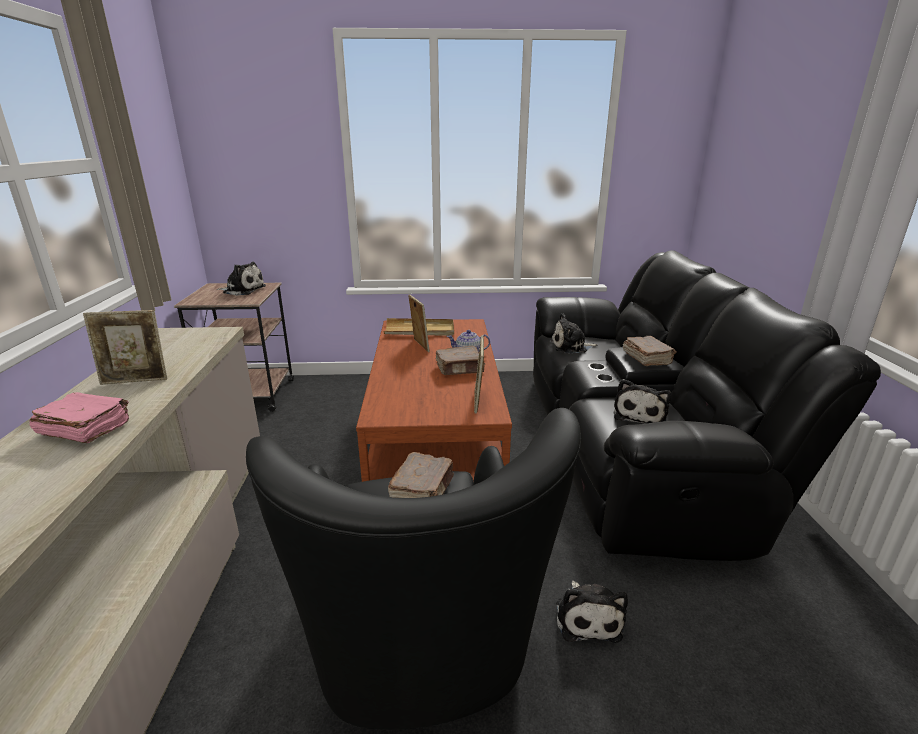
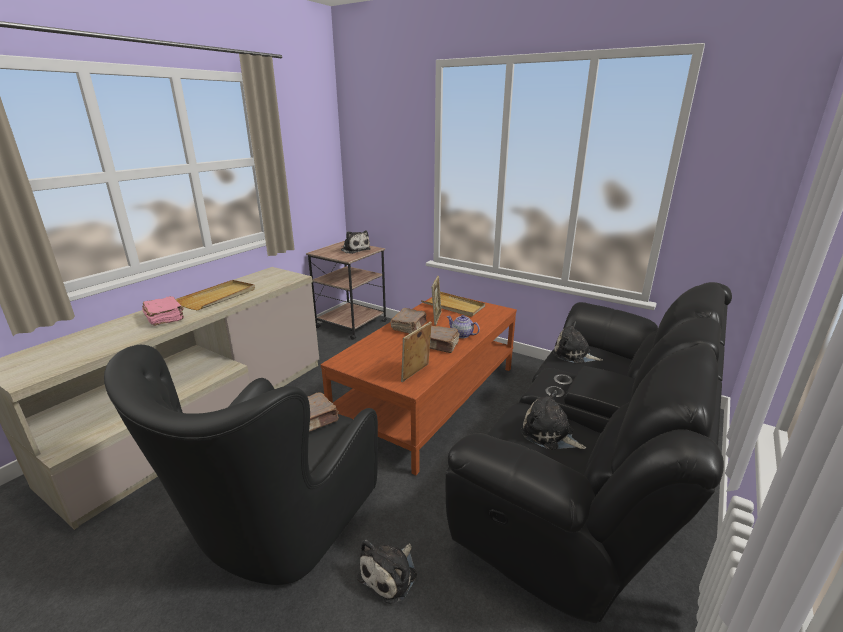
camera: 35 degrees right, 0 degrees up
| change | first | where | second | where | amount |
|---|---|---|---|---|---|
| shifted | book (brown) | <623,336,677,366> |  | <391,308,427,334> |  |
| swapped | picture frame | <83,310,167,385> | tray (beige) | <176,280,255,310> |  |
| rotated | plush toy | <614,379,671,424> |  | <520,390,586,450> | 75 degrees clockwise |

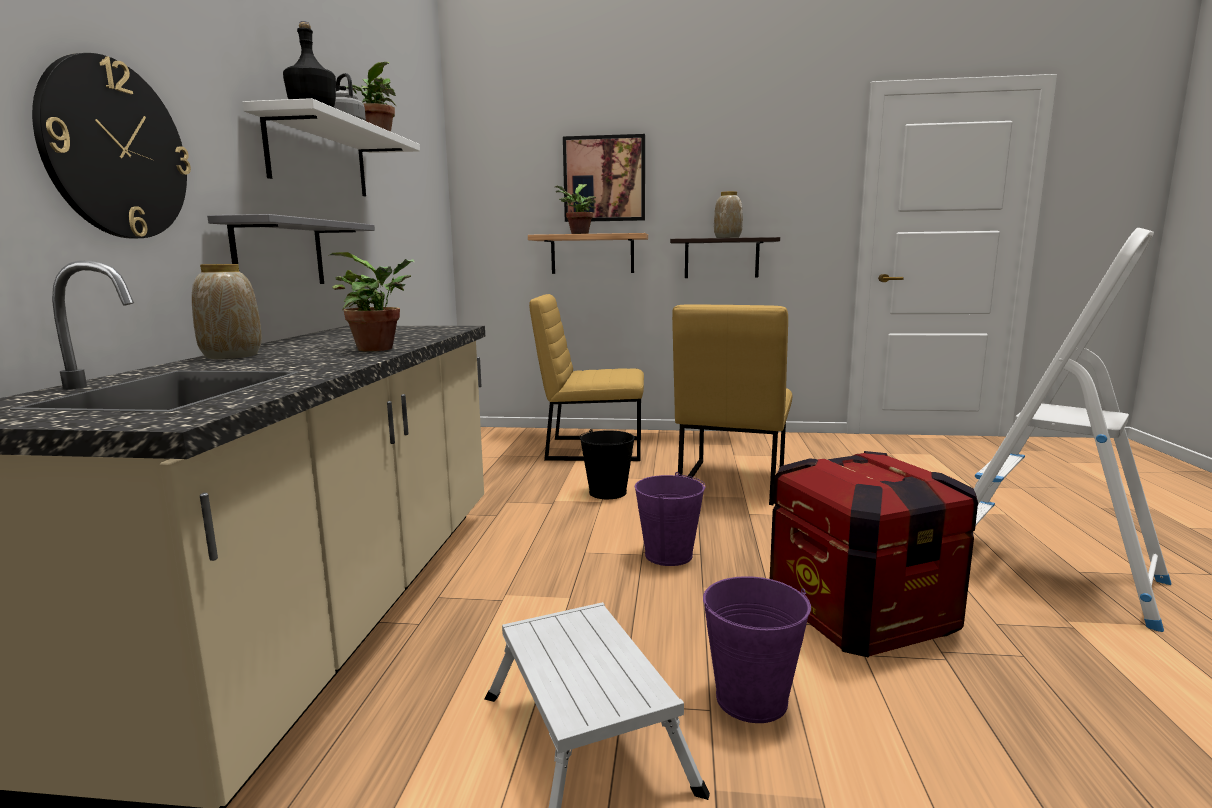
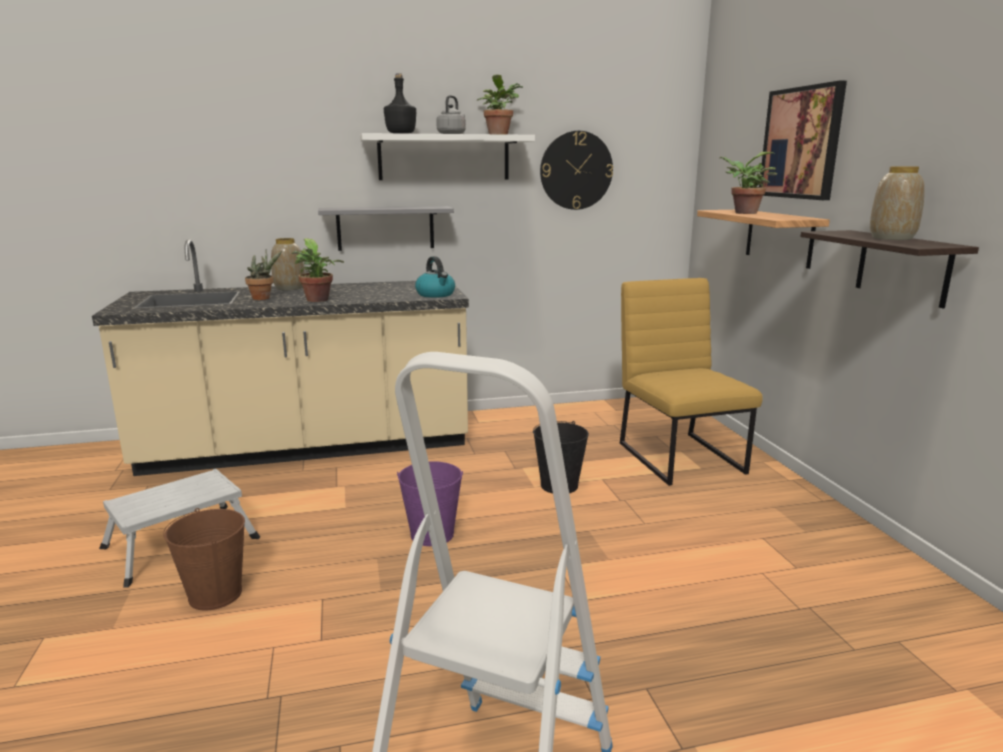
camera: 70 degrees right, 5 degrees up
| change | first | where | second | where | amount |
|---|---|---|---|---|---|
| gone | chair (yellow) | <672,304,792,505> |  |  |  |
| gone | crate | <770,451,978,657> |  |  |  |
| new |  |  | potted plant | <245,249,282,300> |  |
| new |  |  | kettle | <415,256,455,298> |  |
| shifted | wall clock | <32,53,191,238> |  | <540,131,613,210> |  |
| repainted | bucket (purple) | <703,576,811,723> | bucket (brown) | <163,508,245,611> |  |

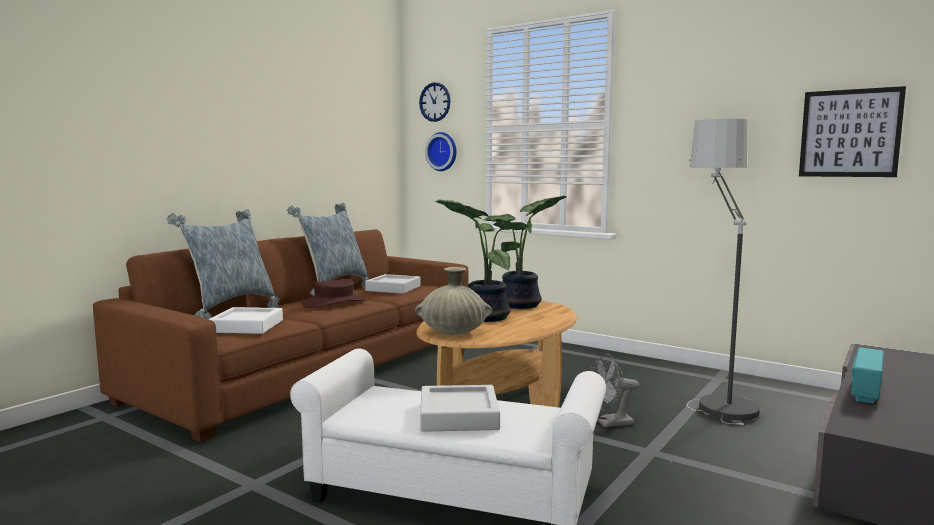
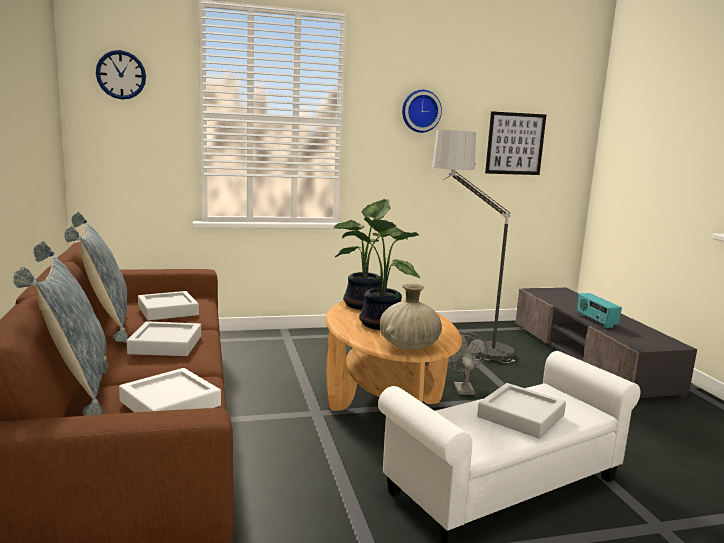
camera: 50 degrees left, 5 degrees up
| change | first | where | second | where | amount |
|---|---|---|---|---|---|
| shifted | wall clock | <425,132,457,171> |  | <402,90,442,133> |  |
| swapped | hat (brown) | <302,279,365,308> | tray (grey) | <127,321,201,356> |  |
| rotated | fan (grey) | <590,354,639,427> |  | <448,332,488,395> | 150 degrees clockwise |

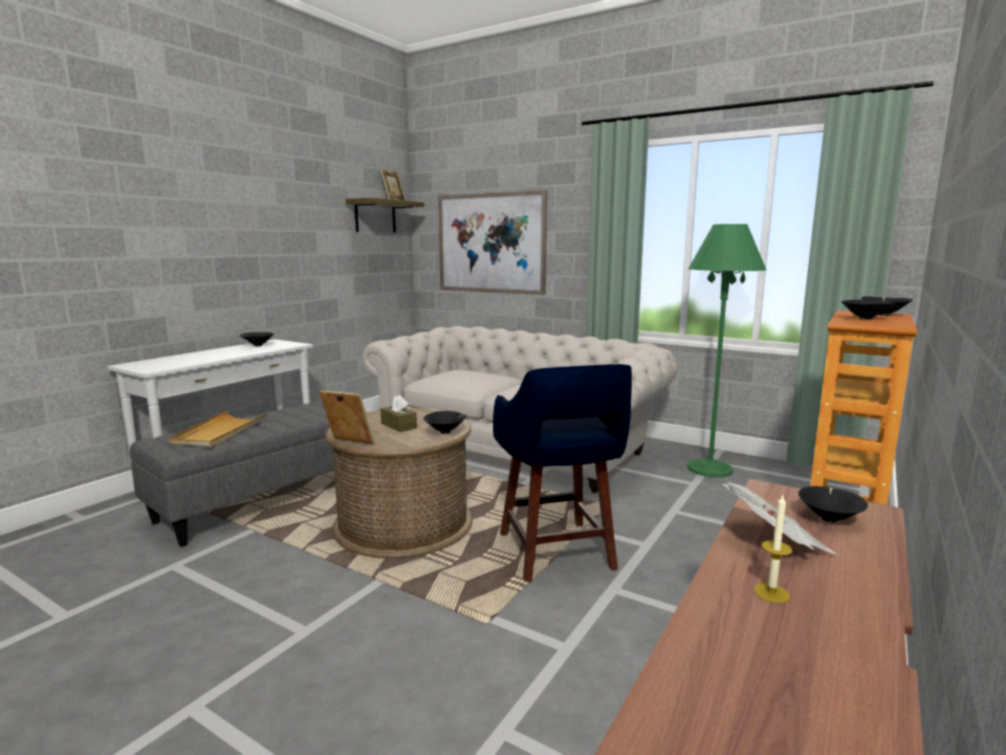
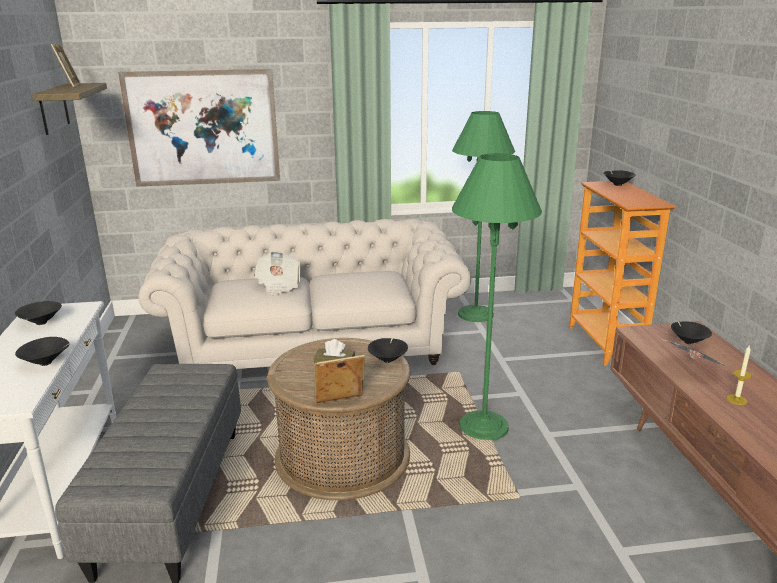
camera: 40 degrees left, 10 degrees up
| change | first | where | second | where | amount |
|---|---|---|---|---|---|
| gone | tray (beige) | <169,411,268,448> |  |  |  |
| new |  |  | newspaper | <254,251,301,295> |  |
| shifted | bowl (black) | <841,299,896,320> |  | <15,337,70,366> |  |
| swapped | stool (blue) | <493,364,632,582> | floor lamp (green) | <452,153,542,441> |  |

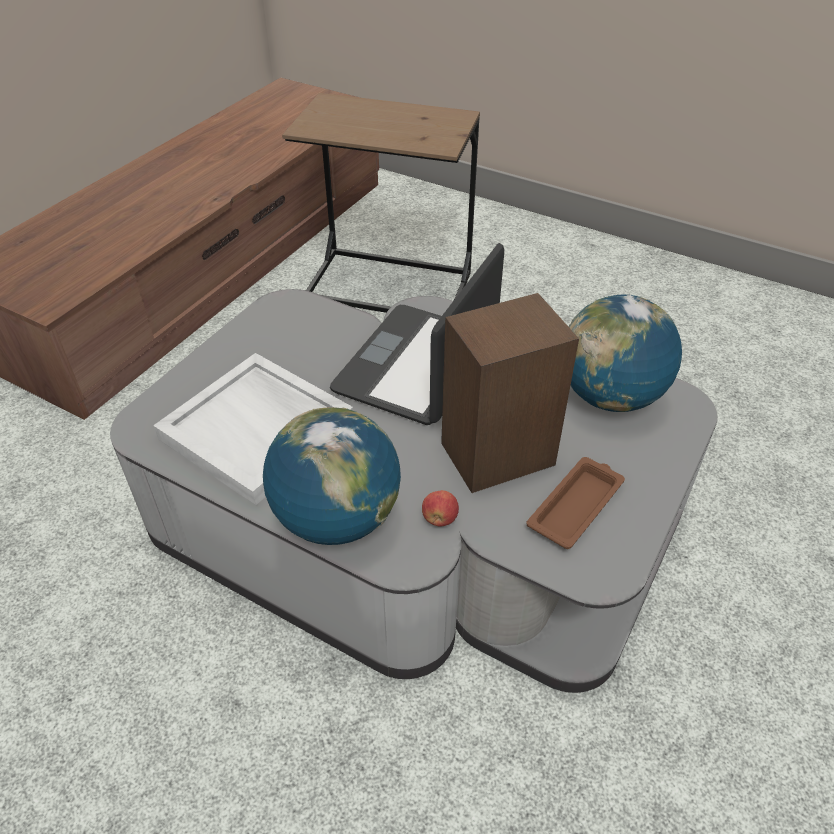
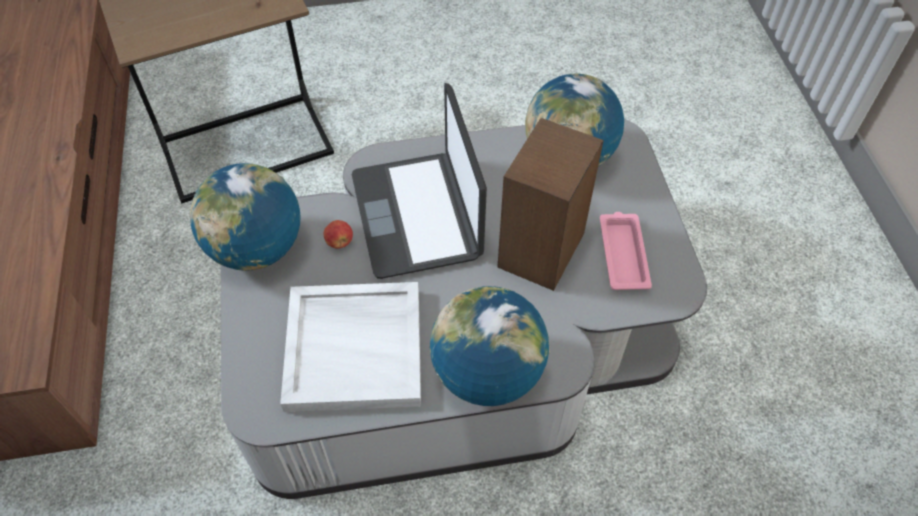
camera: 40 degrees left, 10 degrees up
| change | first | where | second | where | amount |
|---|---|---|---|---|---|
| new |  |  | globe | <189,163,300,271> |  |
| shifted | apple | <422,490,459,527> |  | <324,220,353,249> |  |
| repainted | tray (brown) | <526,457,625,549> | tray (pink) | <600,212,652,290> |  |

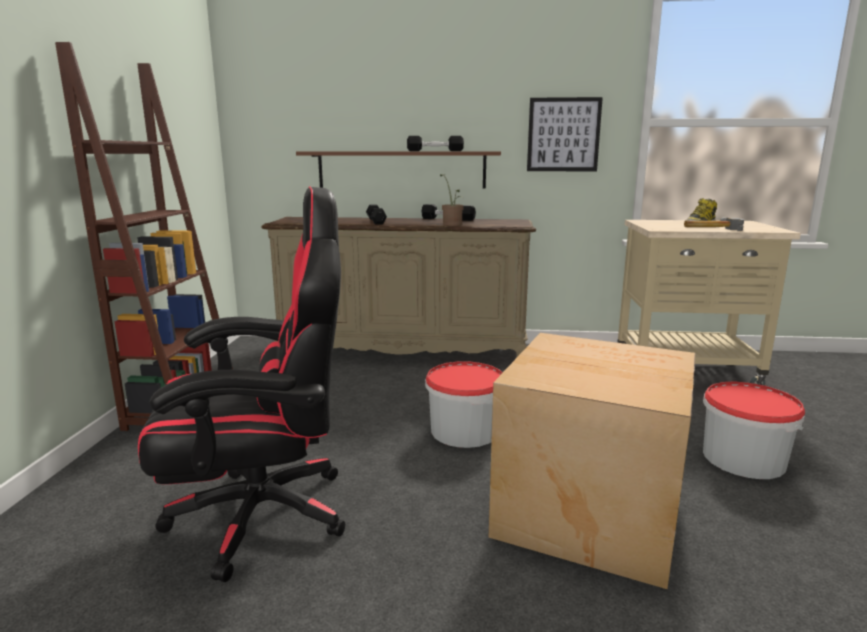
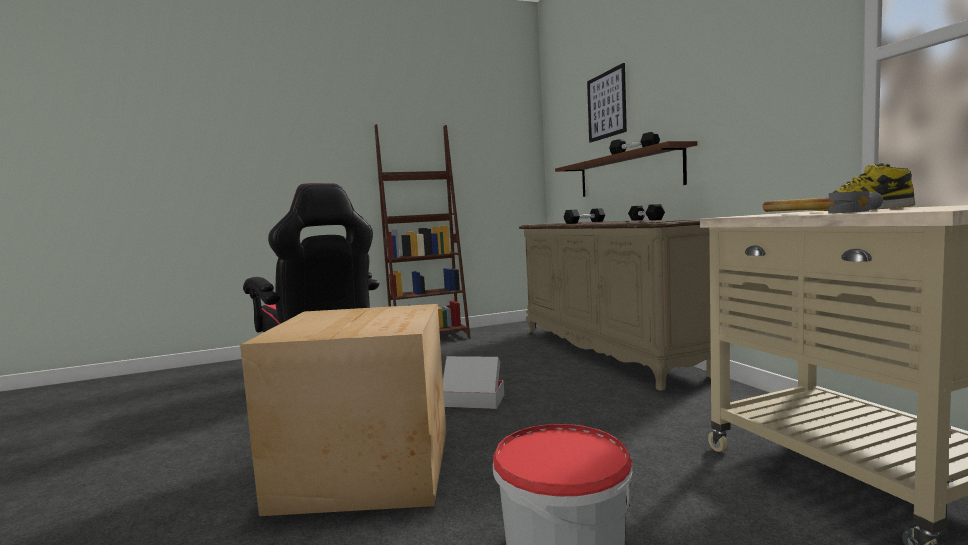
camera: 65 degrees right, 10 degrees down
| change | first | where | second | where | amount |
|---|---|---|---|---|---|
| gone | potted plant | <440,174,464,226> |  |  |  |
| shifted | picture | <527,97,603,171> |  | <587,63,627,143> |  |
| swapped | bucket | <425,361,503,448> | cardboard box | <443,356,504,409> |  |

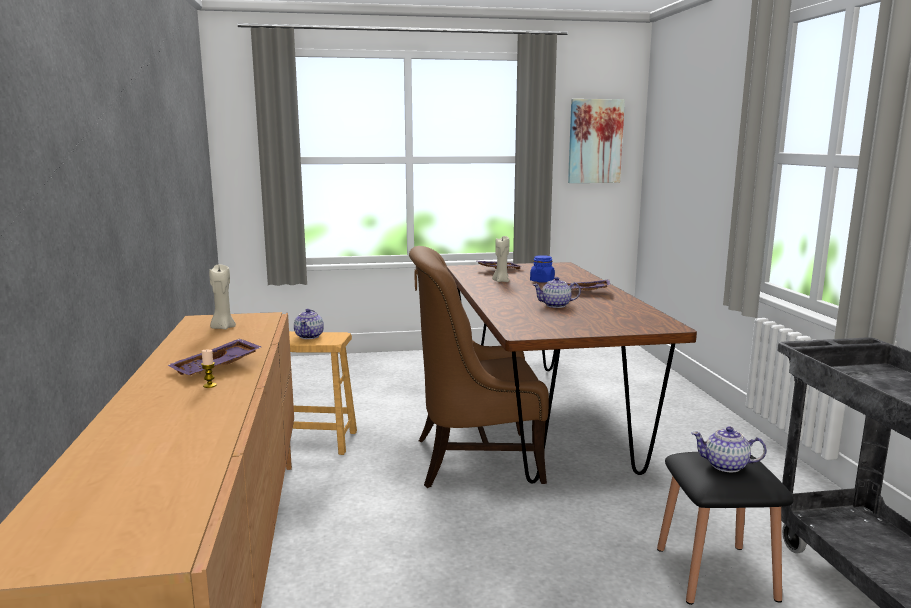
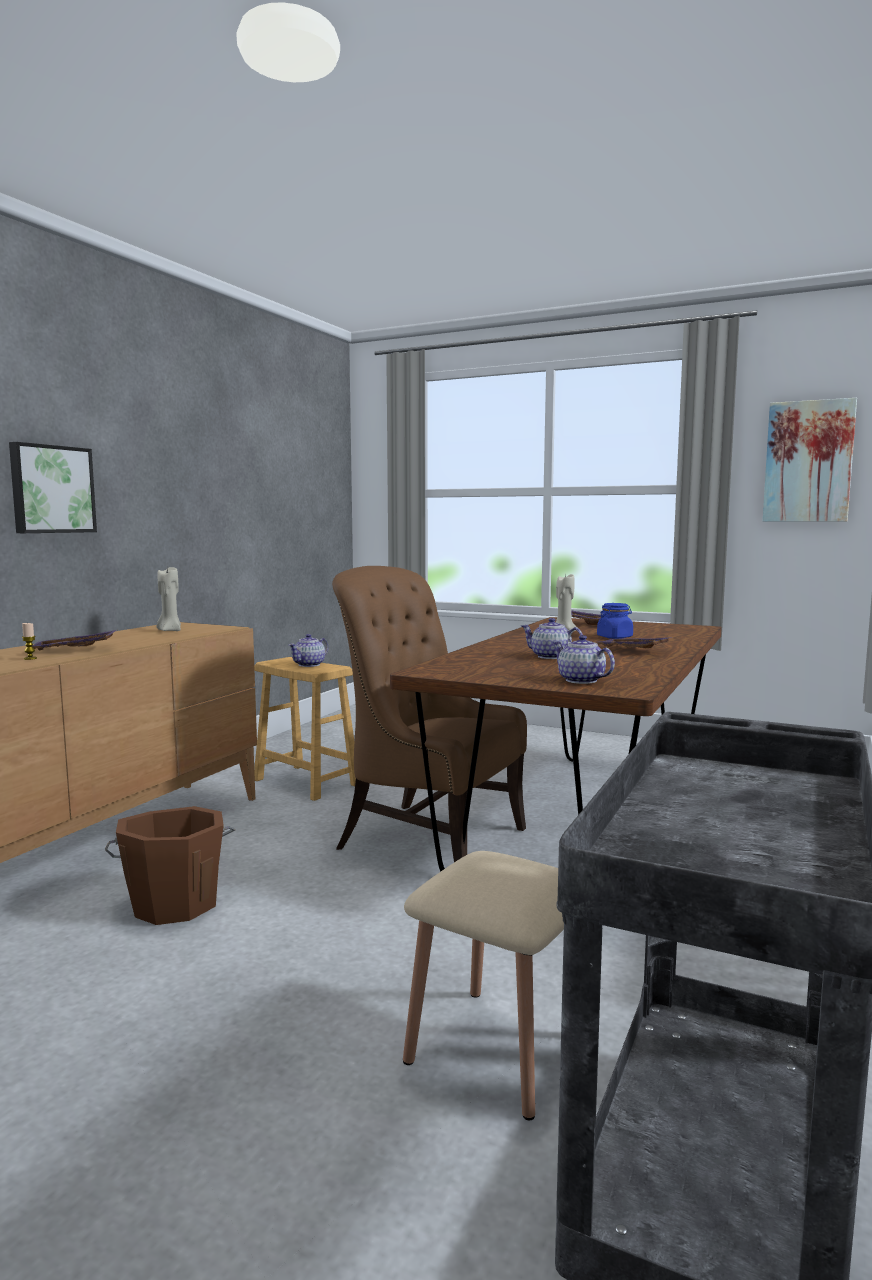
camera: 35 degrees right, 5 degrees down
| change | first | where | second | where | amount |
|---|---|---|---|---|---|
| new |  |  | picture | <9,442,97,533> |  |
| new |  |  | bucket (brown) | <105,806,235,925> |  |
| shifted | teapot | <692,426,767,472> |  | <552,635,615,684> |  |
| repainted | stool (black) | <657,452,794,605> | stool (beige) | <403,851,564,1120> |  |

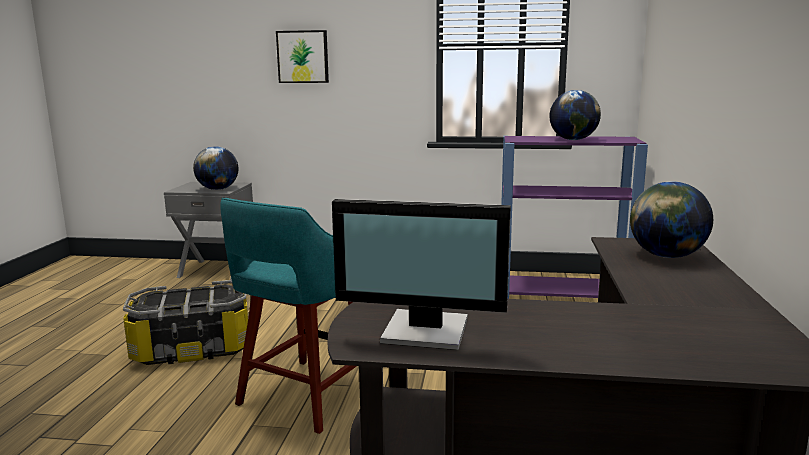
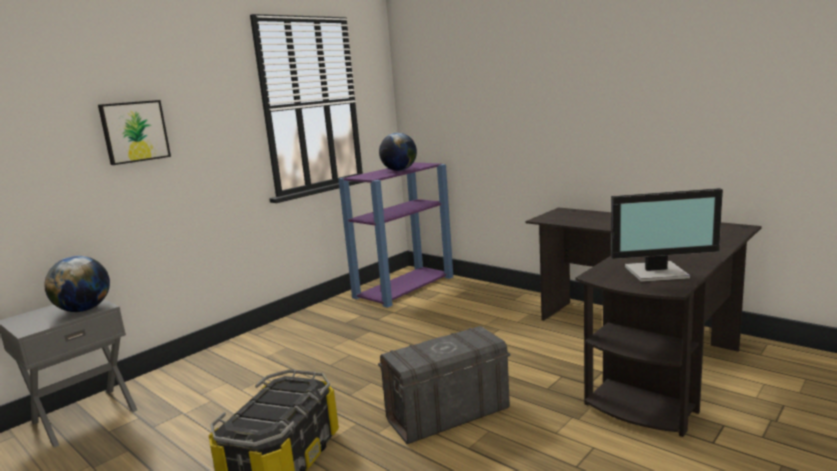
camera: 55 degrees left, 0 degrees up
| change | first | where | second | where | amount |
|---|---|---|---|---|---|
| gone | globe | <630,181,713,258> |  |  |  |
| swapped | stool (turquoise) | <220,198,357,434> | storage box (grey) | <378,326,511,444> |  |
| rotated | monitor | <332,199,511,350> |  | <611,188,723,282> | 45 degrees clockwise |

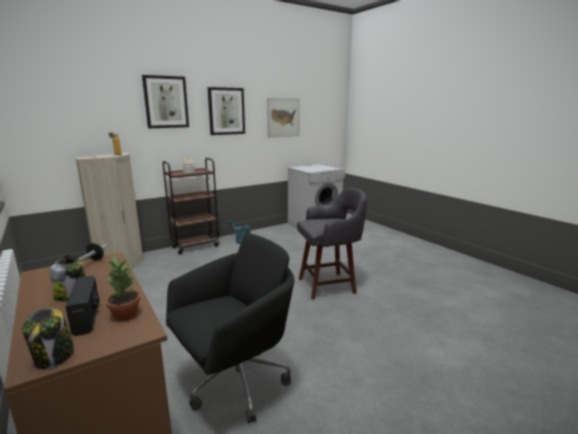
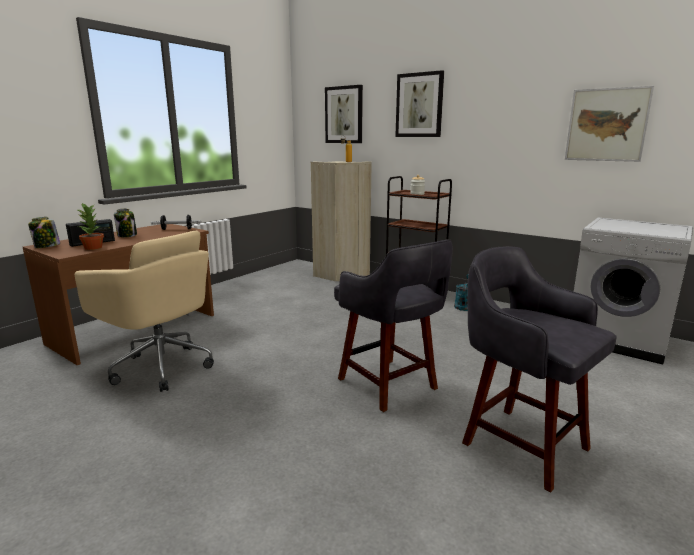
camera: 70 degrees right, 0 degrees up
| change | first | where | second | where | amount |
|---|---|---|---|---|---|
| new |  |  | stool (grey) | <462,246,616,493> |  |
| shifted | picture | <208,87,245,135> |  | <325,85,363,143> |  |
| repainted | office chair (black) | <166,234,294,424> | office chair (beige) | <75,231,214,392> |  |

